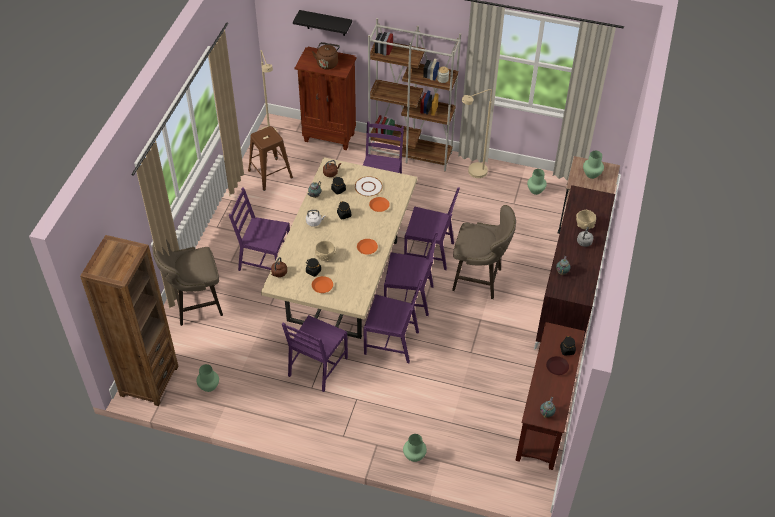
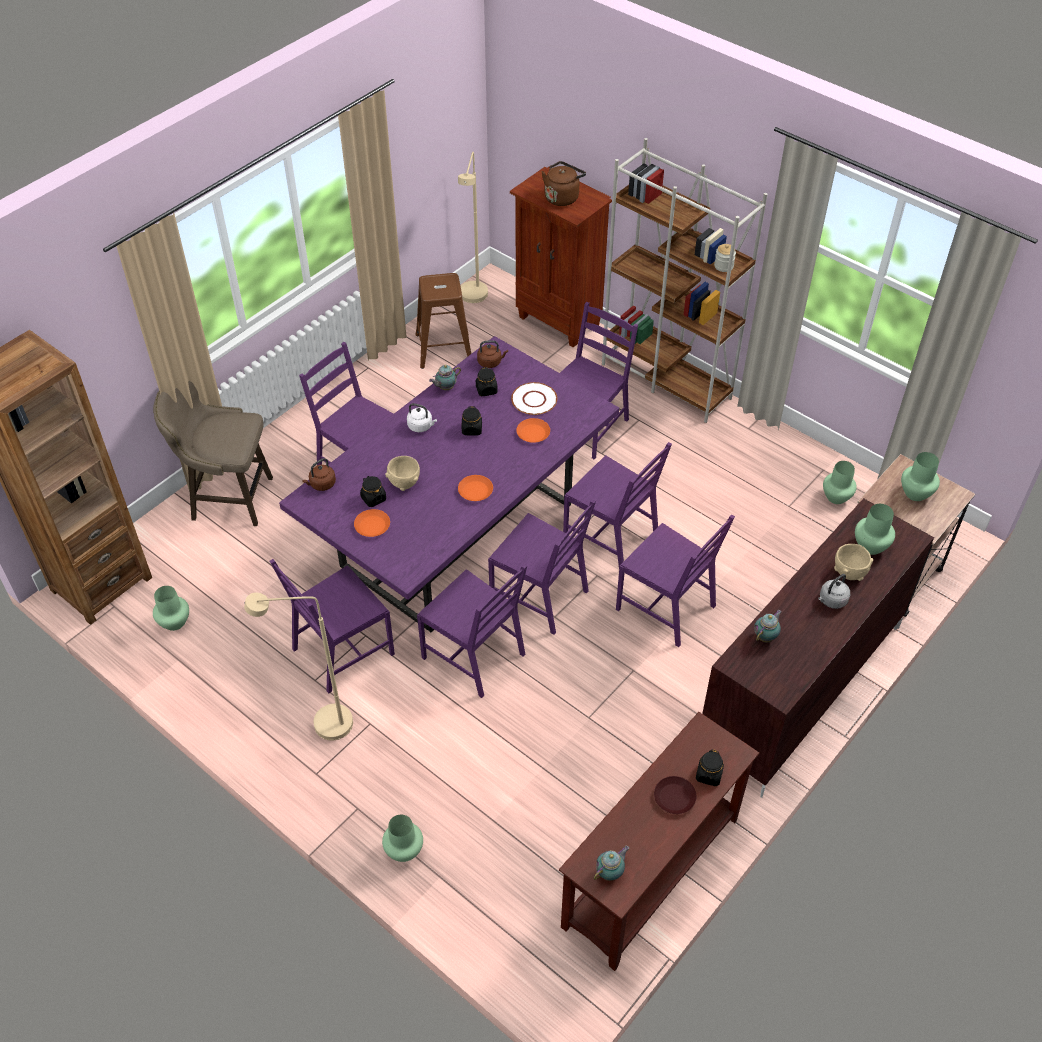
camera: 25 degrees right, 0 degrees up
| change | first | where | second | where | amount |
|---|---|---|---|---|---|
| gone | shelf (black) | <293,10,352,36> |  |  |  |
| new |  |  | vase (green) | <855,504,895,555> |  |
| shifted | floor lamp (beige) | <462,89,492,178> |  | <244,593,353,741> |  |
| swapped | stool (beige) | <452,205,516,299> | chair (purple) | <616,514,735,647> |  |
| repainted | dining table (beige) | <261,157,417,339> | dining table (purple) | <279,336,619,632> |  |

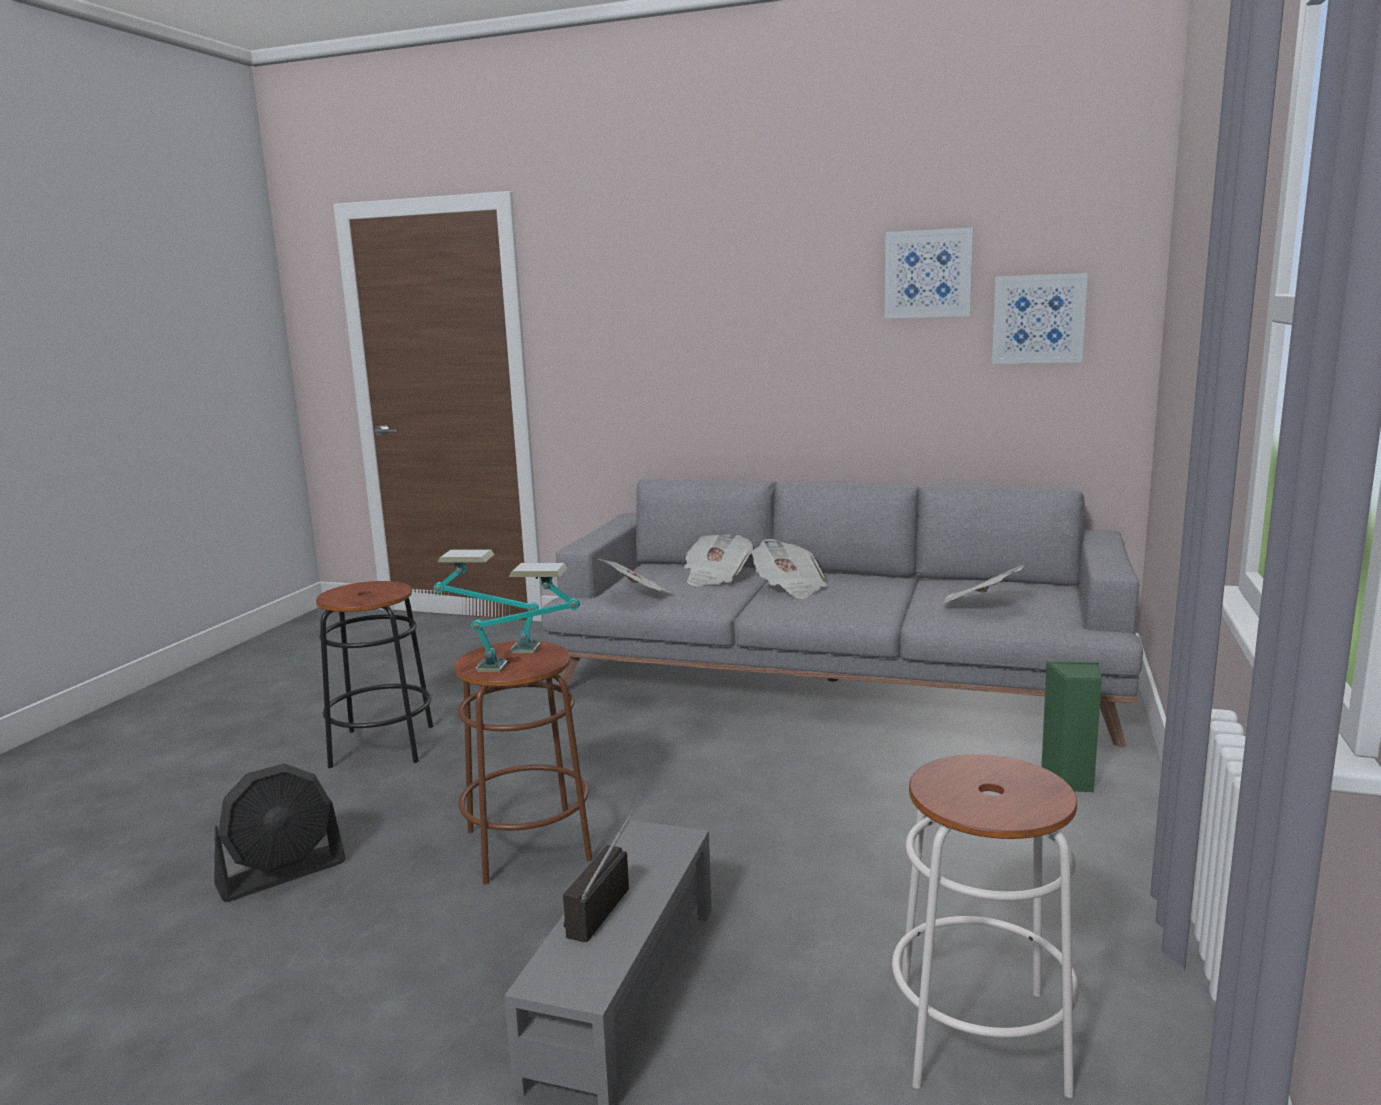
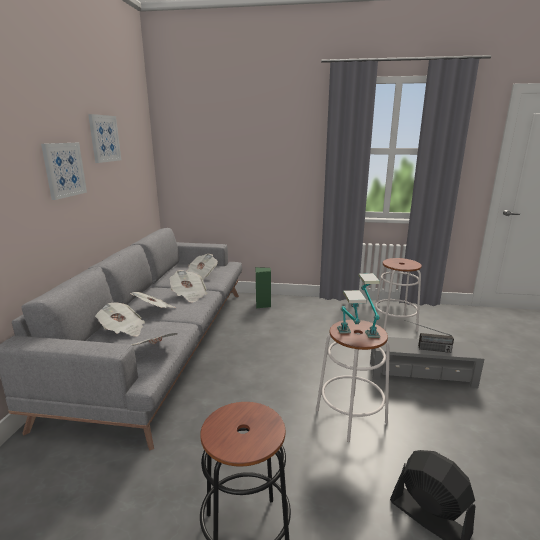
camera: 100 degrees left, 5 degrees up
| change | first | where | second | where | amount |
|---|---|---|---|---|---|
| new |  |  | newspaper | <169,270,208,303> |  |
| shifted | picture | <992,273,1088,364> |  | <41,143,87,200> |  |
| repainted | stool (brown) | <455,641,592,884> | stool (white) | <316,320,390,442> |  |

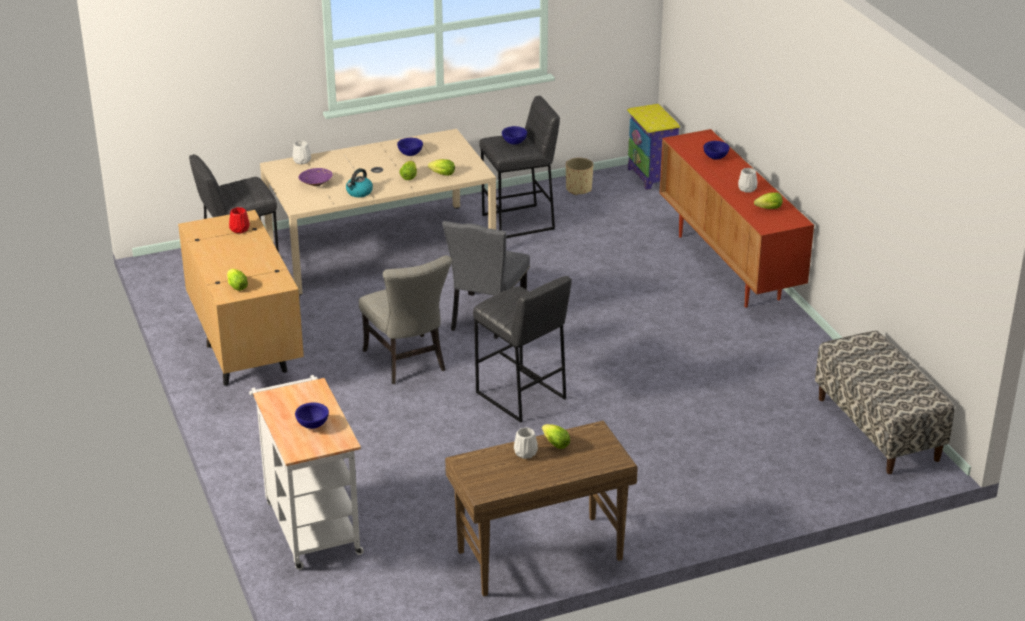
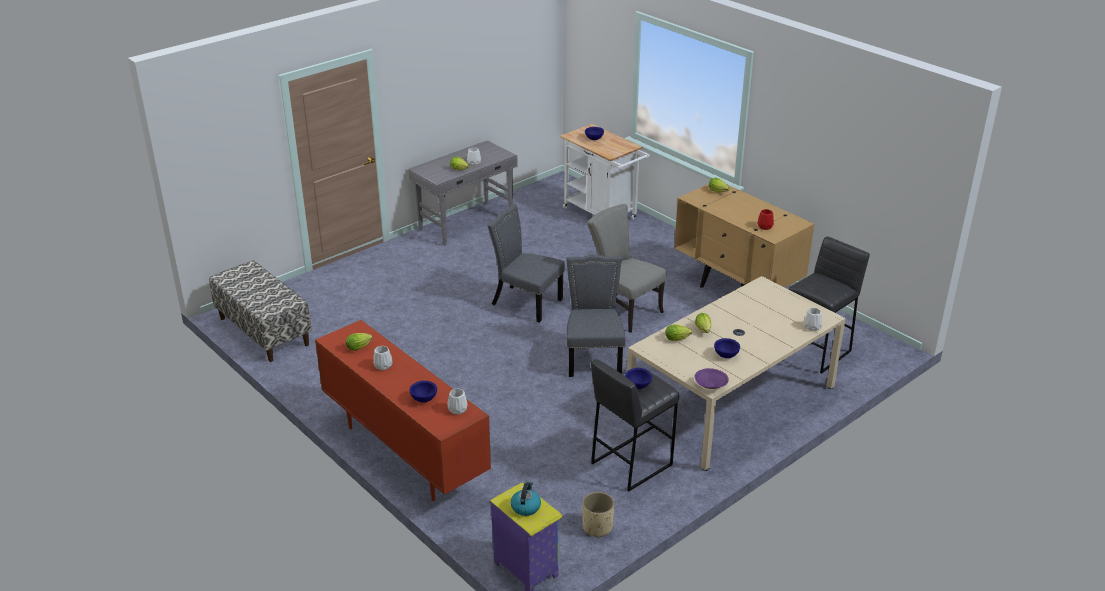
camera: 160 degrees right, 0 degrees up
| change | first | where | second | where | amount |
|---|---|---|---|---|---|
| new |  |  | vase (white) | <448,389,468,414> |  |
| shifted | bowl (purple) | <298,168,333,186> |  | <695,368,729,389> |  |
| shifted | kettle | <346,168,373,197> |  | <511,482,541,516> |  |
| swapped | stool (grey) | <473,276,572,422> | chair (grey) | <488,204,565,323> |  |
| repainted | console table (brown) | <445,421,638,596> | console table (grey) | <409,140,518,246> |  |

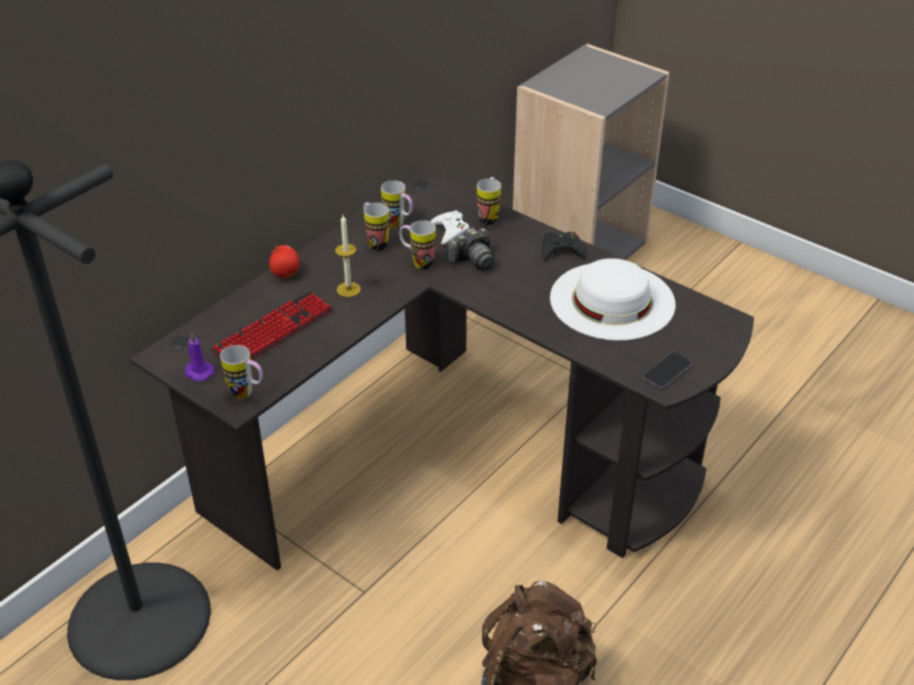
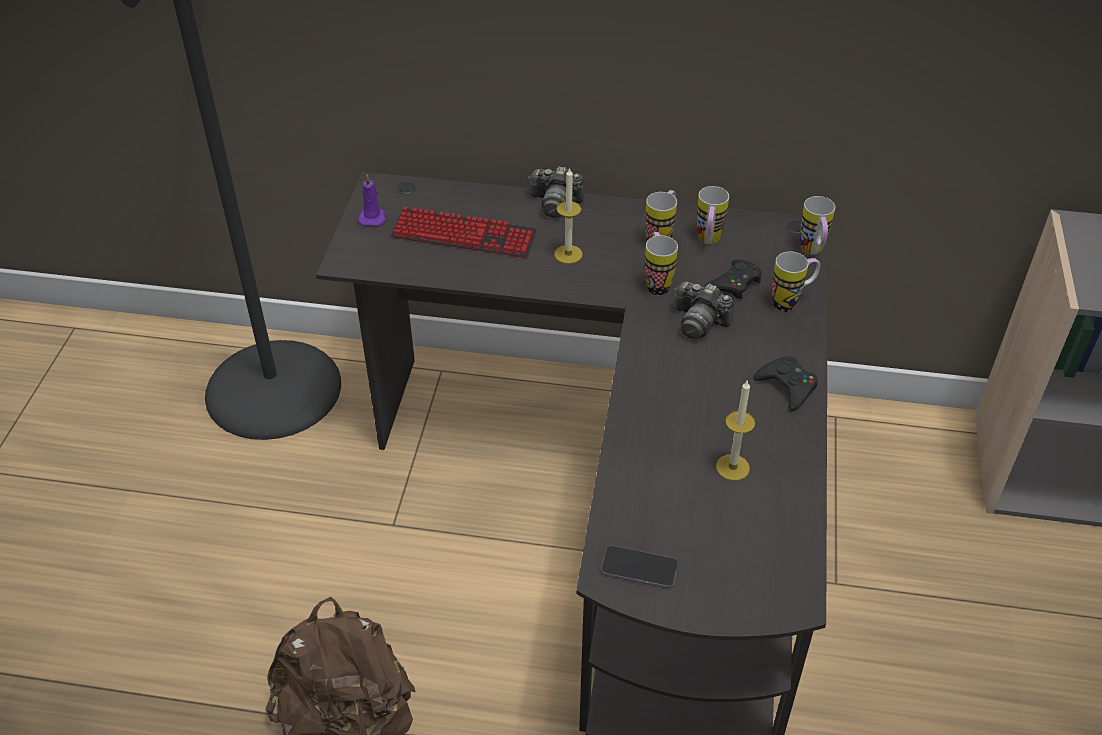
camera: 60 degrees right, 5 degrees up
| change | first | where | second | where | amount |
|---|---|---|---|---|---|
| shifted | mug | <220,345,263,399> |  | <800,196,835,254> |  |
| swapped | apple | <269,245,300,278> | photo camera | <528,166,584,218> |  |
| swapped | hat (white) | <550,258,676,341> | candle | <716,381,755,481> |  |
| repainted | game controller (white) | <430,210,469,245> | game controller (black) | <704,259,762,300> |  |

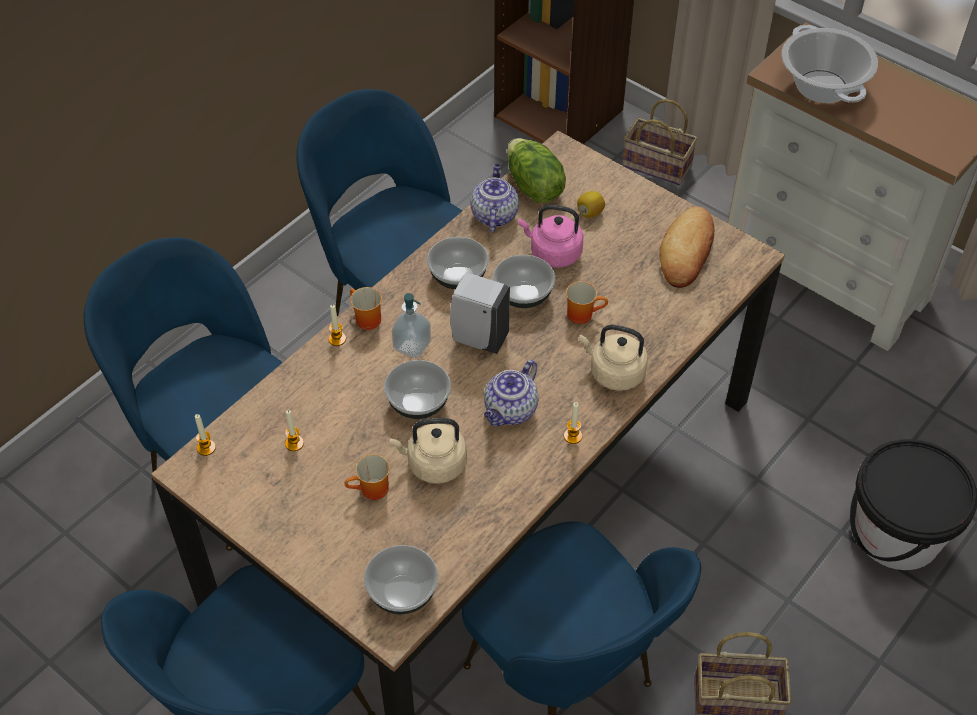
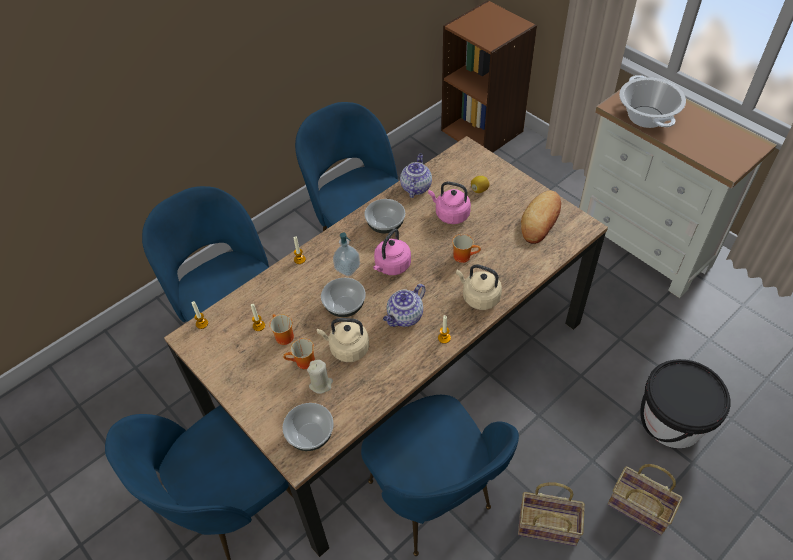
camera: 10 degrees right, 0 degrees up
| change | first | where | second | where | amount |
|---|---|---|---|---|---|
| gone | bowl | <493,255,555,308> |  |  |  |
| gone | lettuce | <507,138,566,203> |  |  |  |
| new |  |  | candle (beige) | <307,360,333,394> |  |
| shifted | mug | <350,287,382,330> |  | <269,314,294,345> |  |
| shifted | basket | <622,99,698,185> |  | <607,464,683,535> |  |
| swapped | soap dispenser (white) | <450,272,510,354> | kettle (pink) | <373,228,411,275> |  |

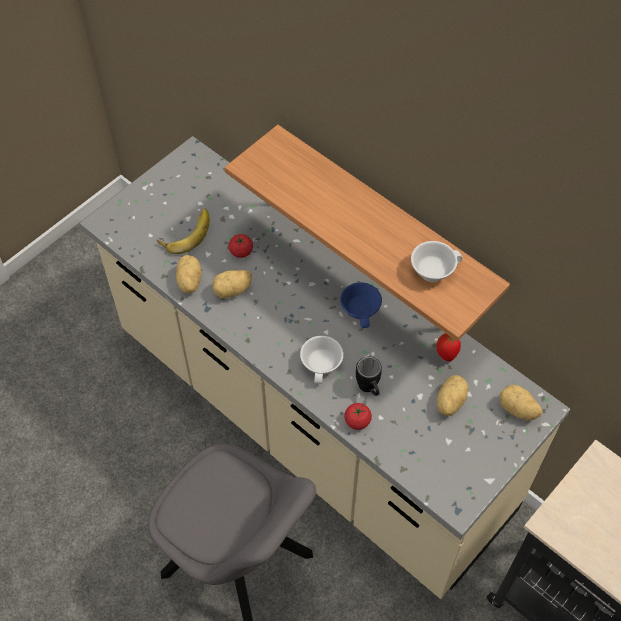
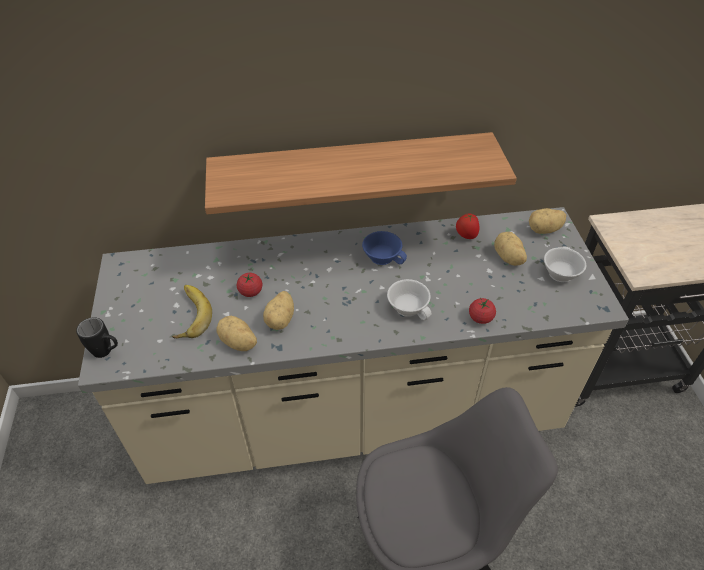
camera: 50 degrees left, 10 degrees down
| change | first | where | second | where | amount |
|---|---|---|---|---|---|
| shifted | mug (black) | <356,357,382,396> |  | <76,317,118,358> |  |
| shifted | cup (white) | <411,241,462,282> |  | <544,246,586,282> |  |

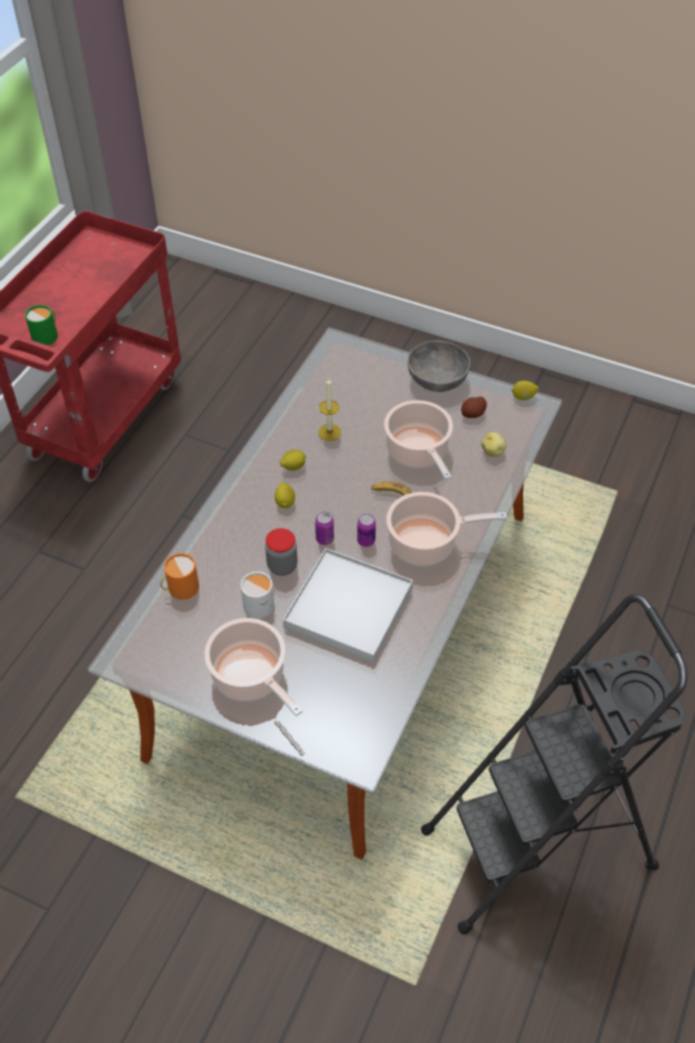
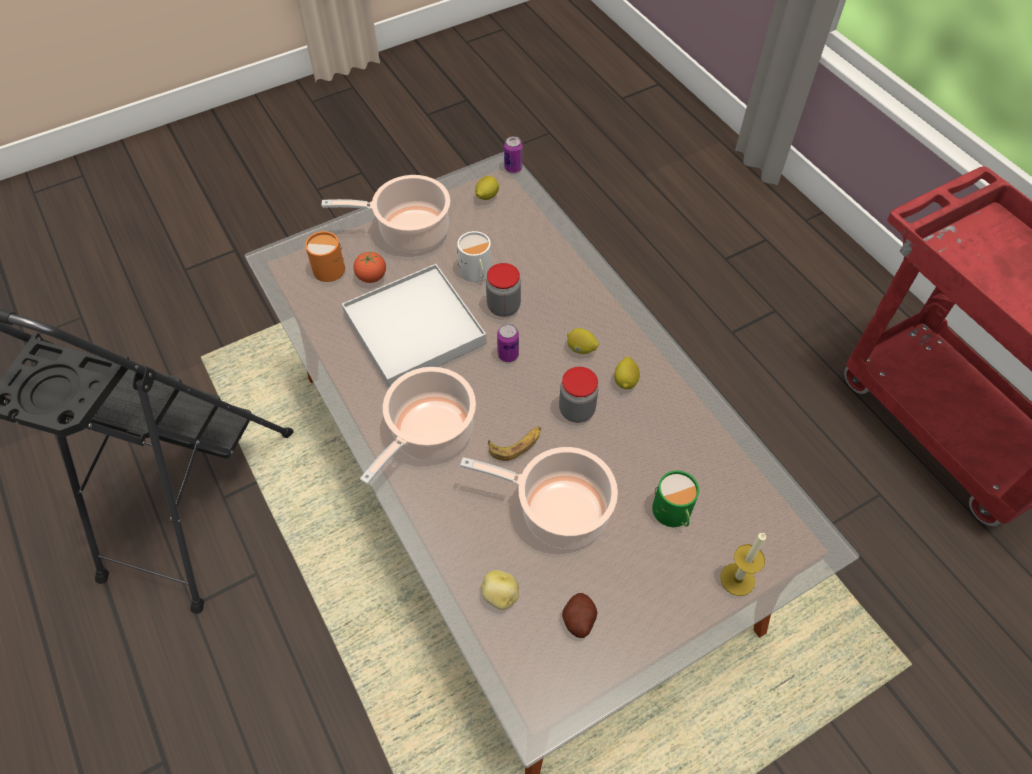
camera: 125 degrees right, 5 degrees up
| change | first | where | second | where | amount |
|---|---|---|---|---|---|
| gone | bowl (grey) | <408,340,470,392> |  |  |  |
| new |  |  | tomato | <353,251,386,283> |  |
| new |  |  | jar | <559,367,599,423> |  |
| shifted | mug (green) | <25,305,58,345> |  | <652,470,699,527> |  |
| shifted | mug (orange) | <160,553,199,600> |  | <305,231,345,282> |  |
| shifted | candle | <318,378,341,441> |  | <720,532,766,596> |  |
| shifted | can | <357,514,376,547> |  | <504,136,523,173> |  |
| shifted | lemon | <512,381,538,400> |  | <475,176,499,200> |  |

